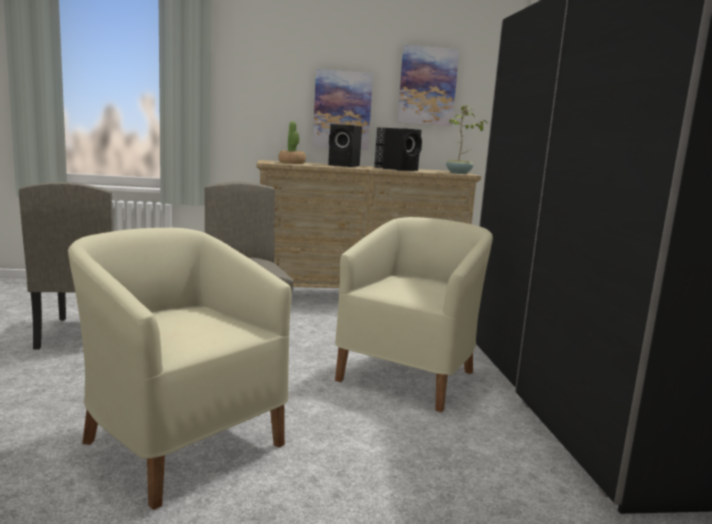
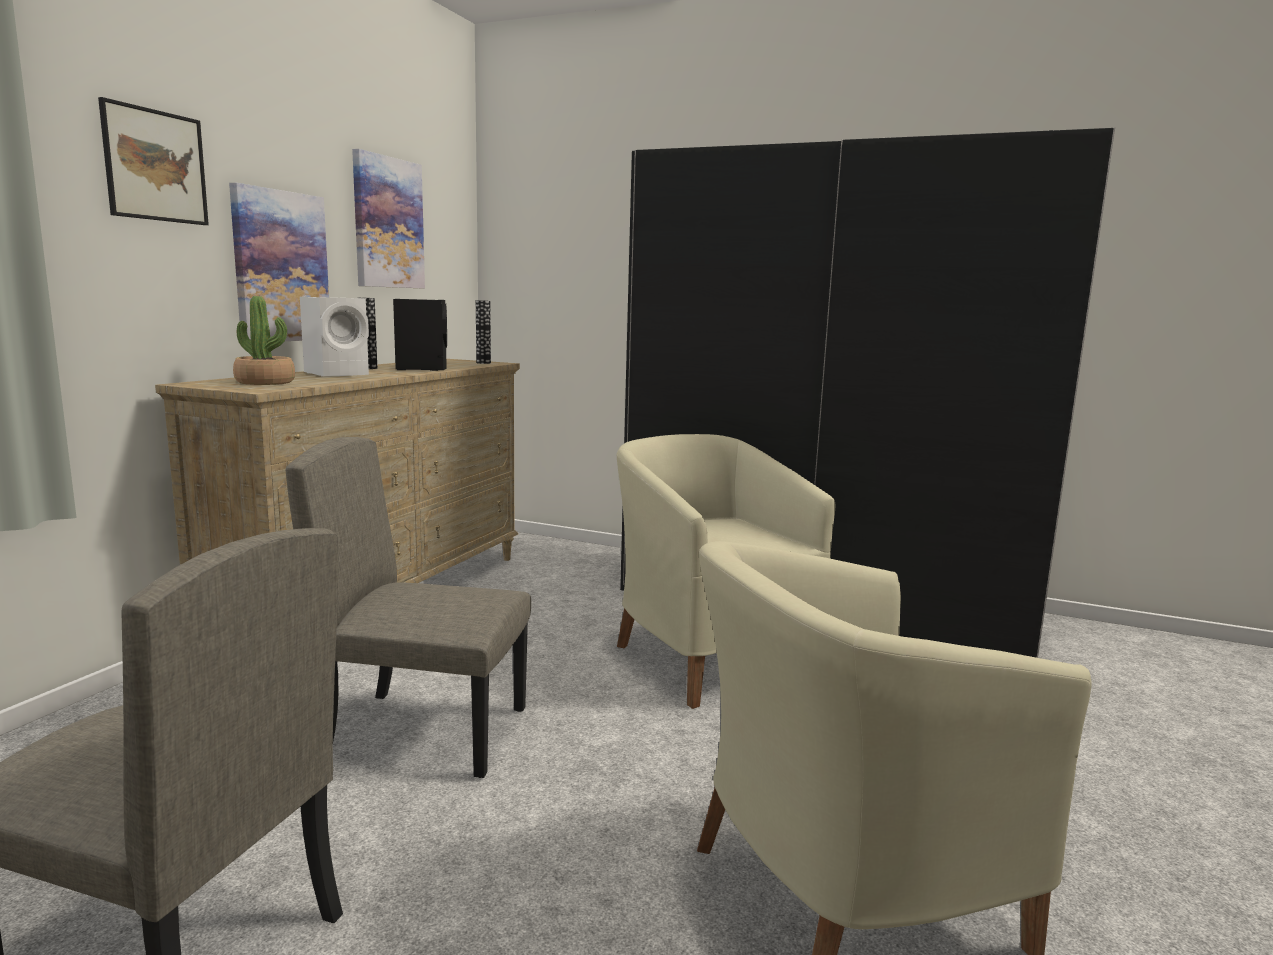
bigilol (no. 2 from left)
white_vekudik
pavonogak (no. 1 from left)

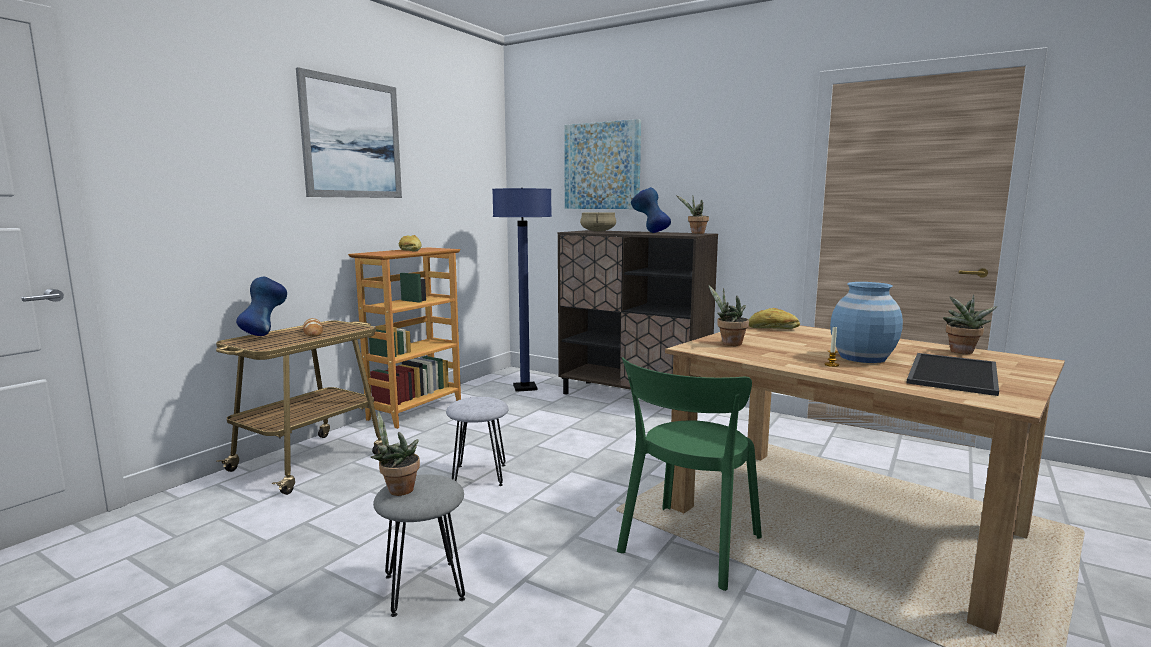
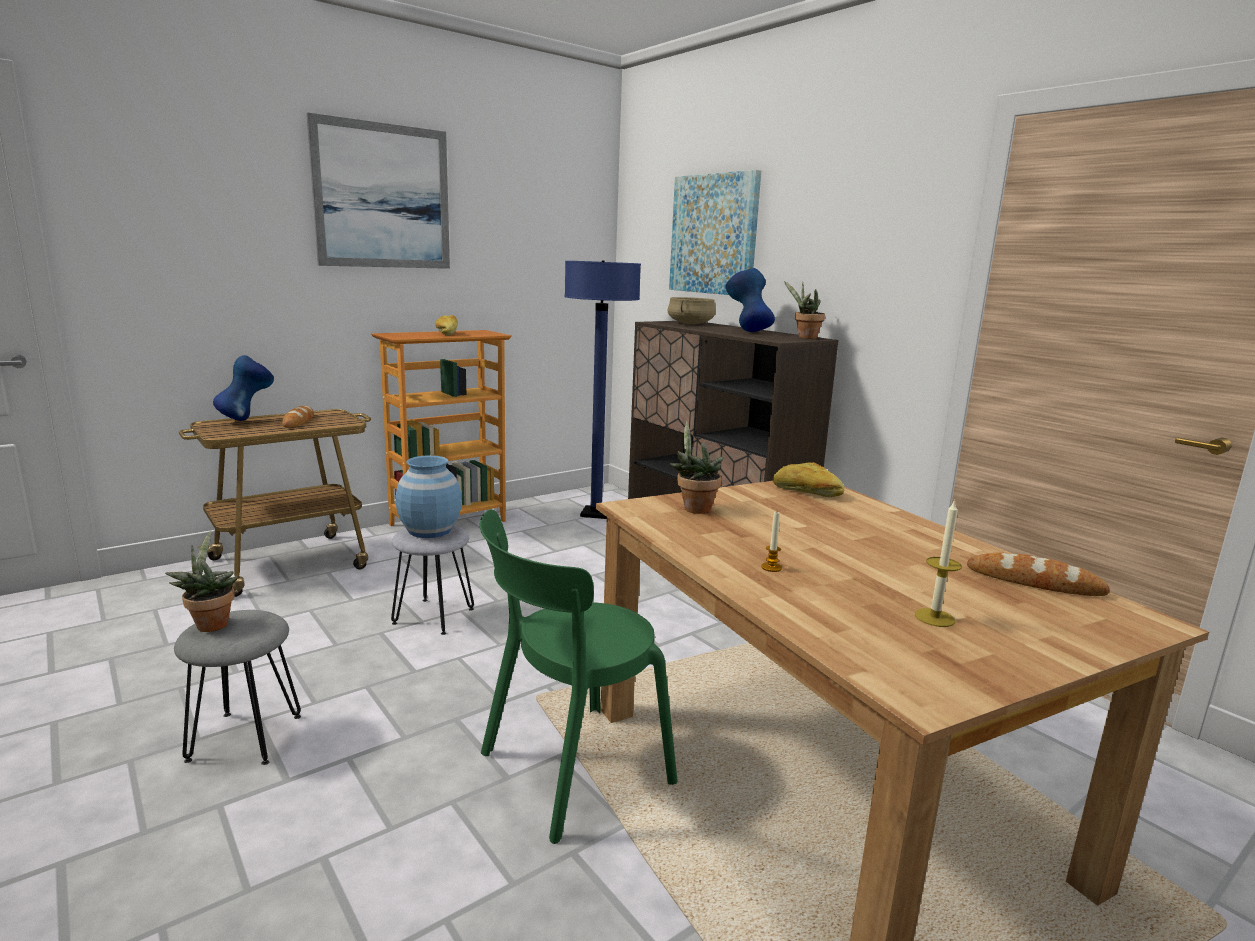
blue_bigilol (no. 2 from left)
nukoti (no. 4 from left)
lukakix (no. 2 from left)

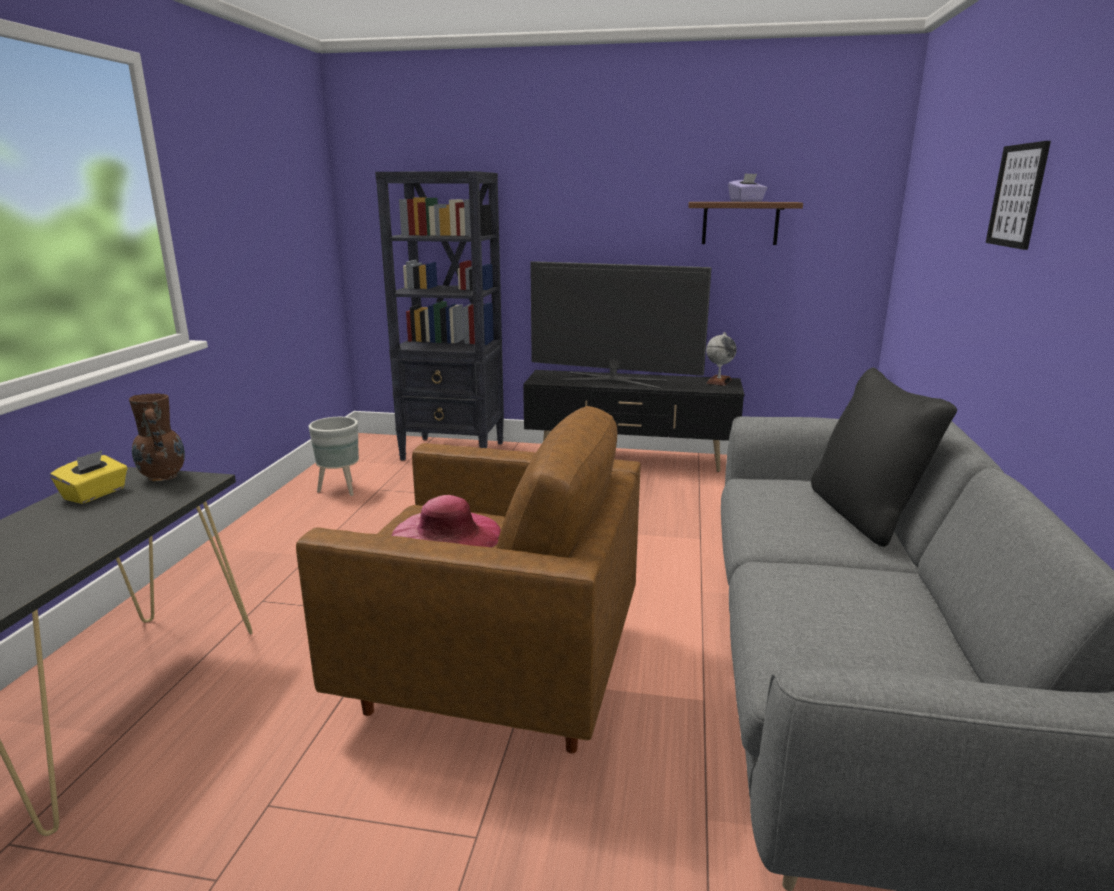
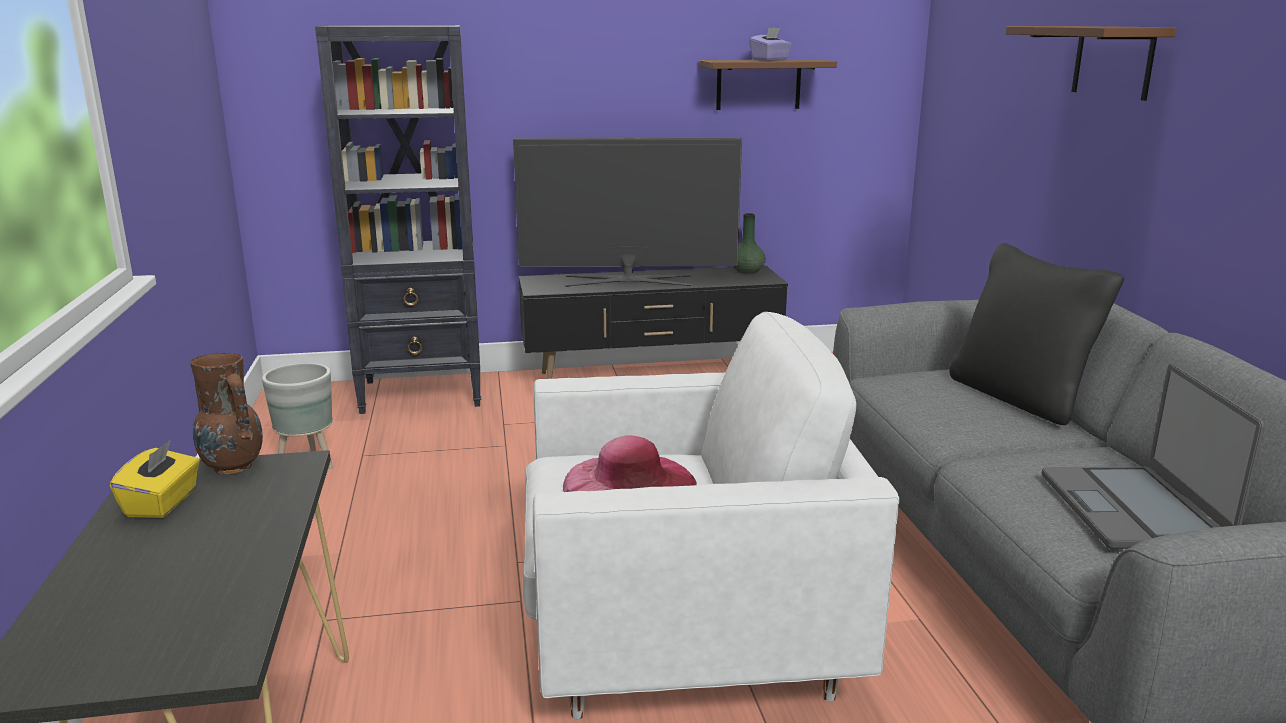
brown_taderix (no. 2 from left)
green_bigilol
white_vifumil
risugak

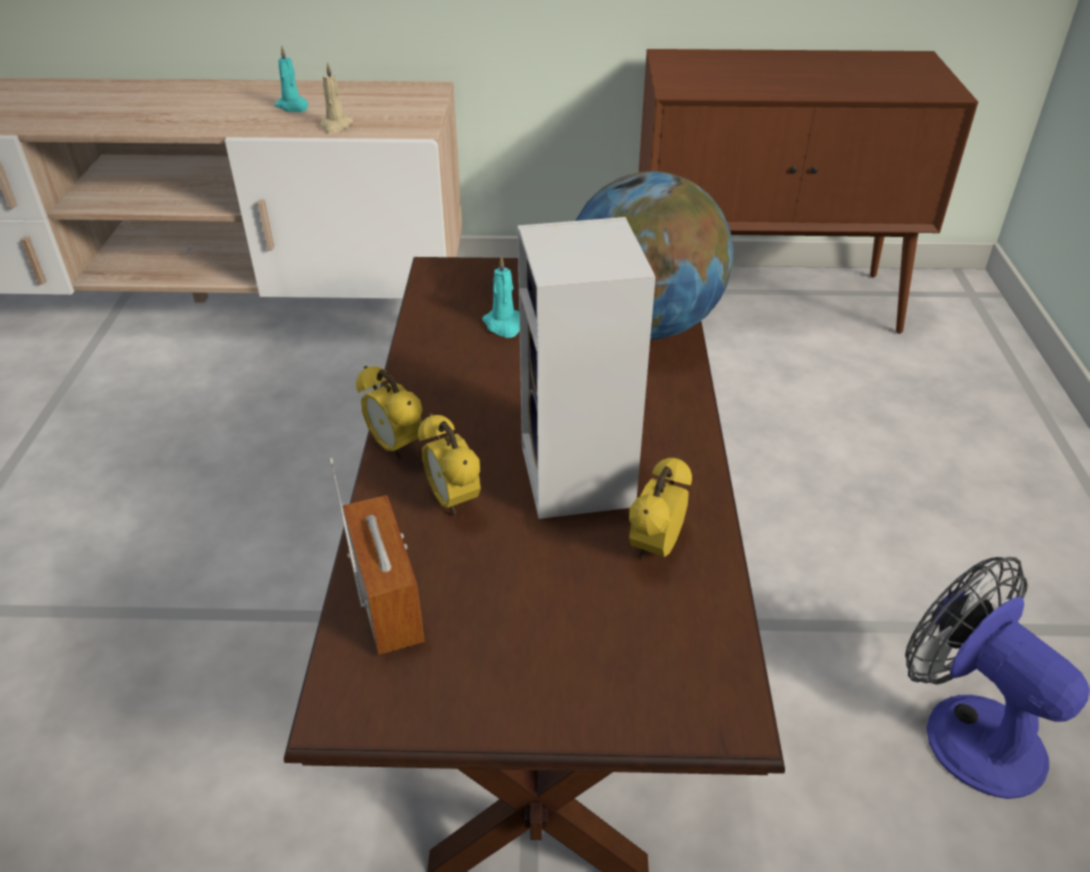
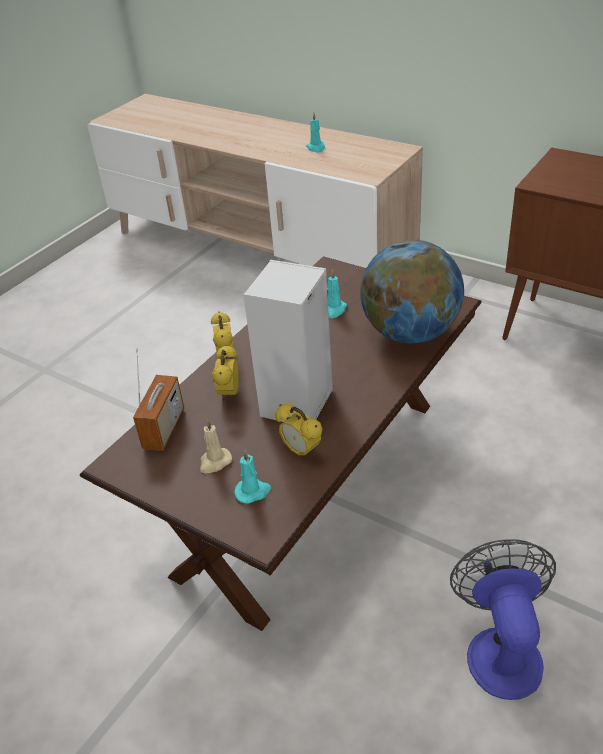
beige_lukakix
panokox (no. 3 from left)
turquoise_lukakix (no. 1 from left)

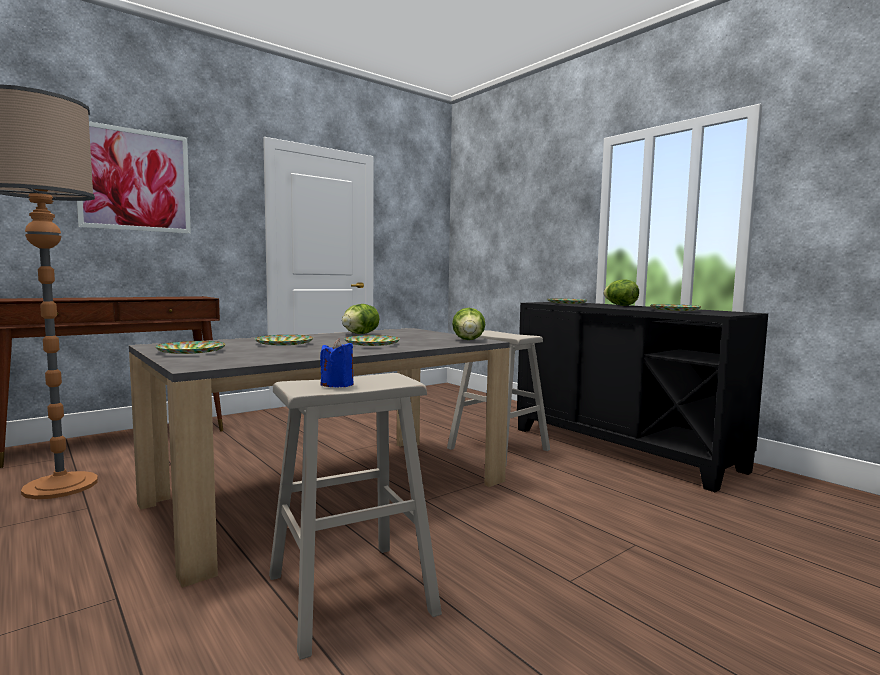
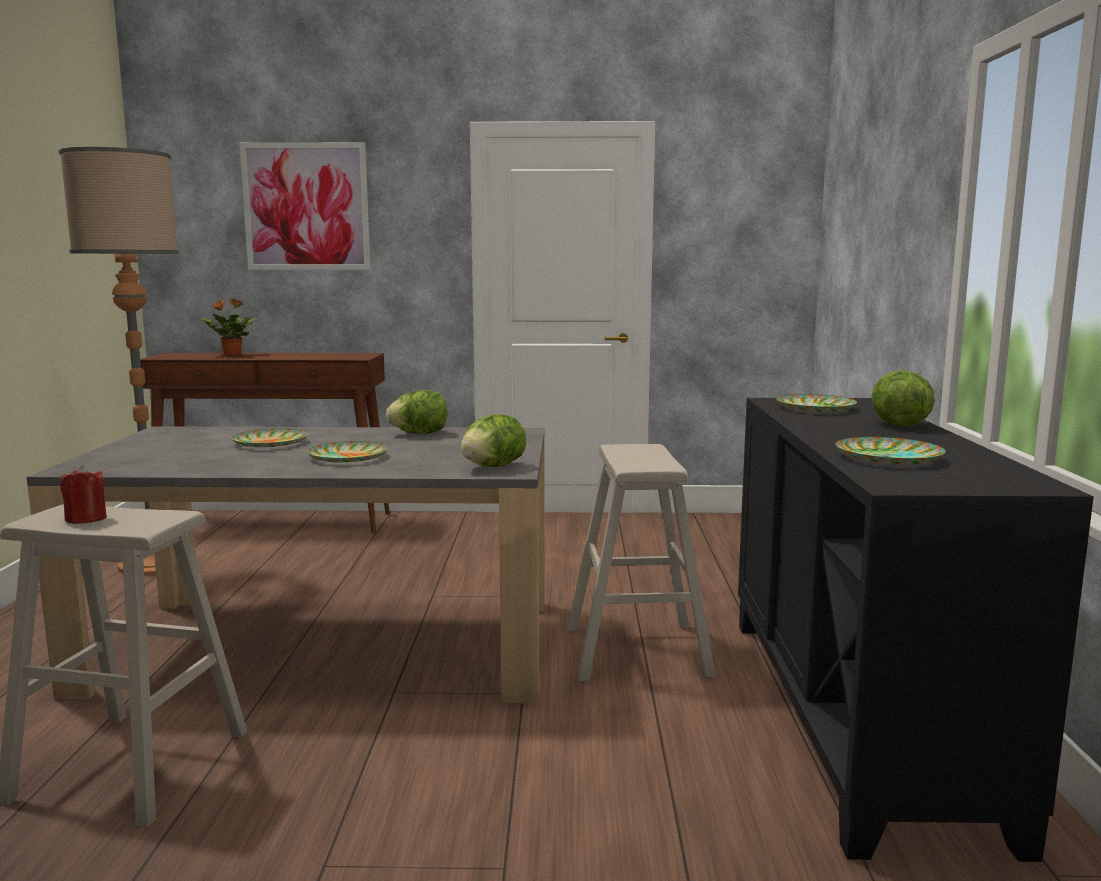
red_lukakix
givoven (no. 1 from left in the first image)
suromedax

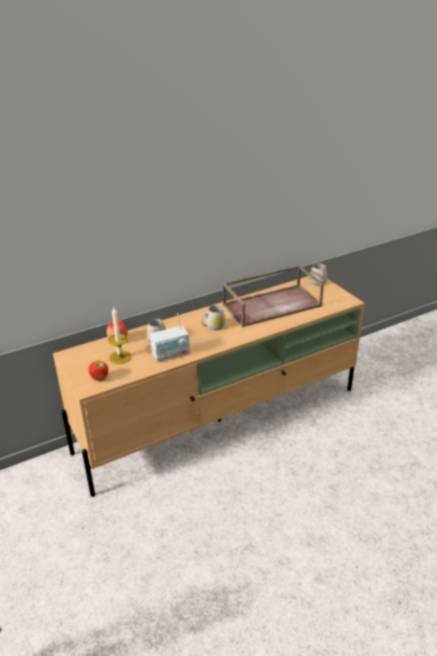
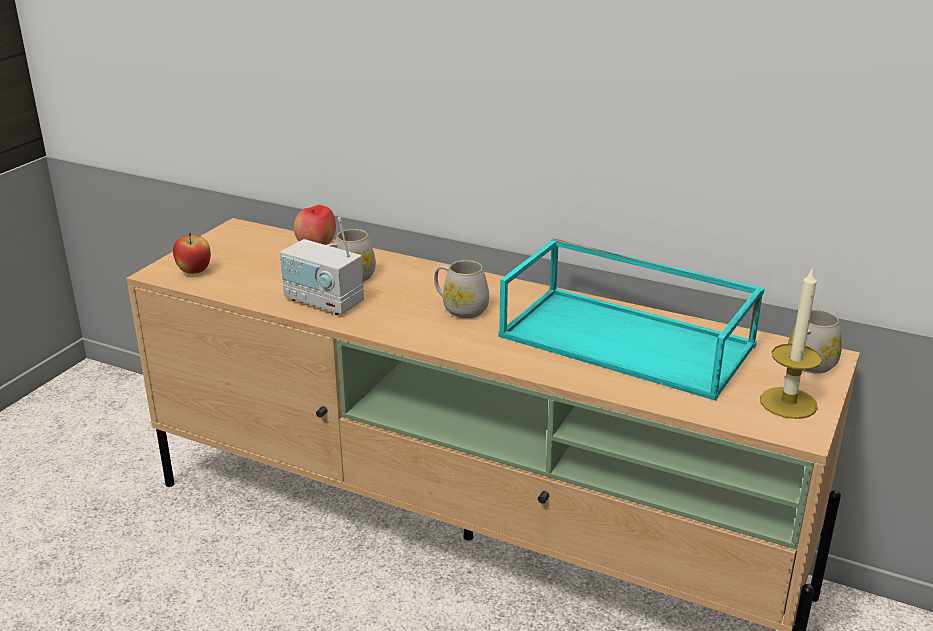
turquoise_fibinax
lukakix

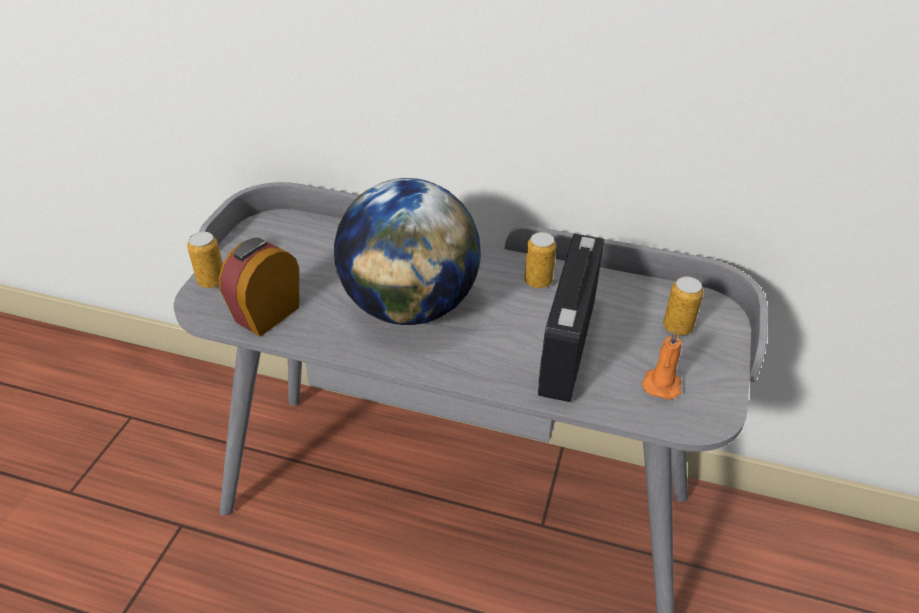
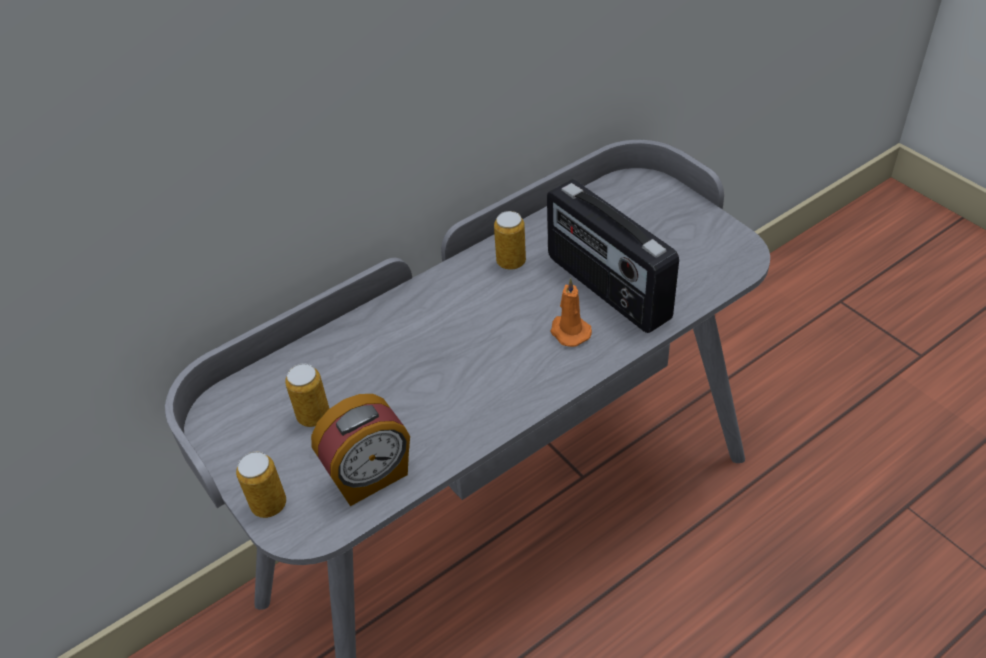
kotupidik
panokox
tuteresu (no. 2 from left)
orange_lukakix

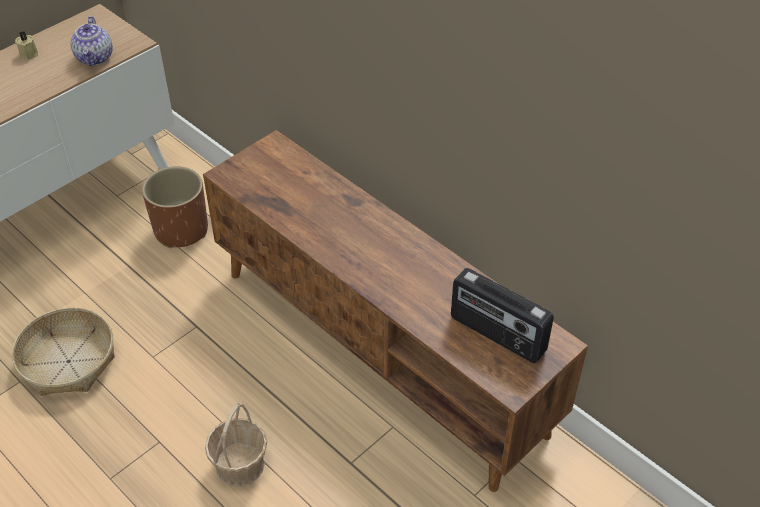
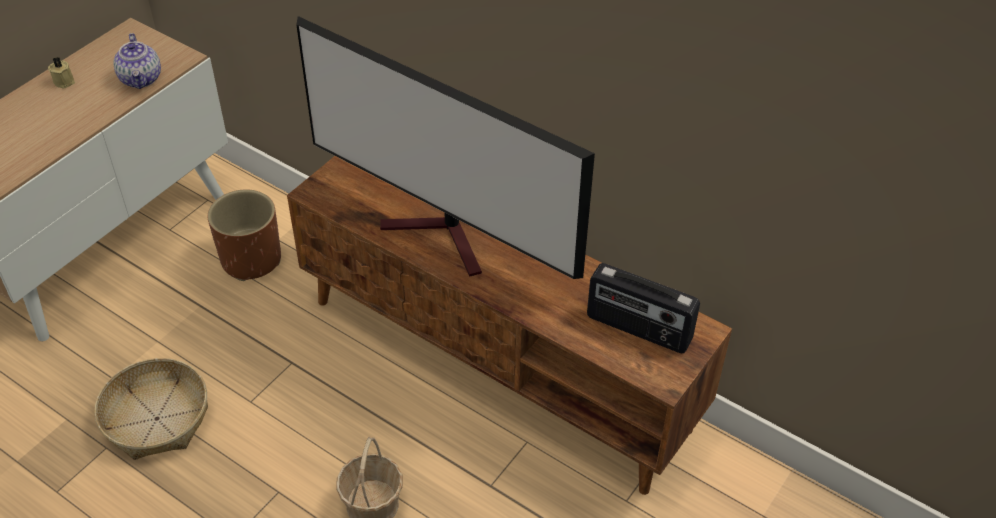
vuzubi

